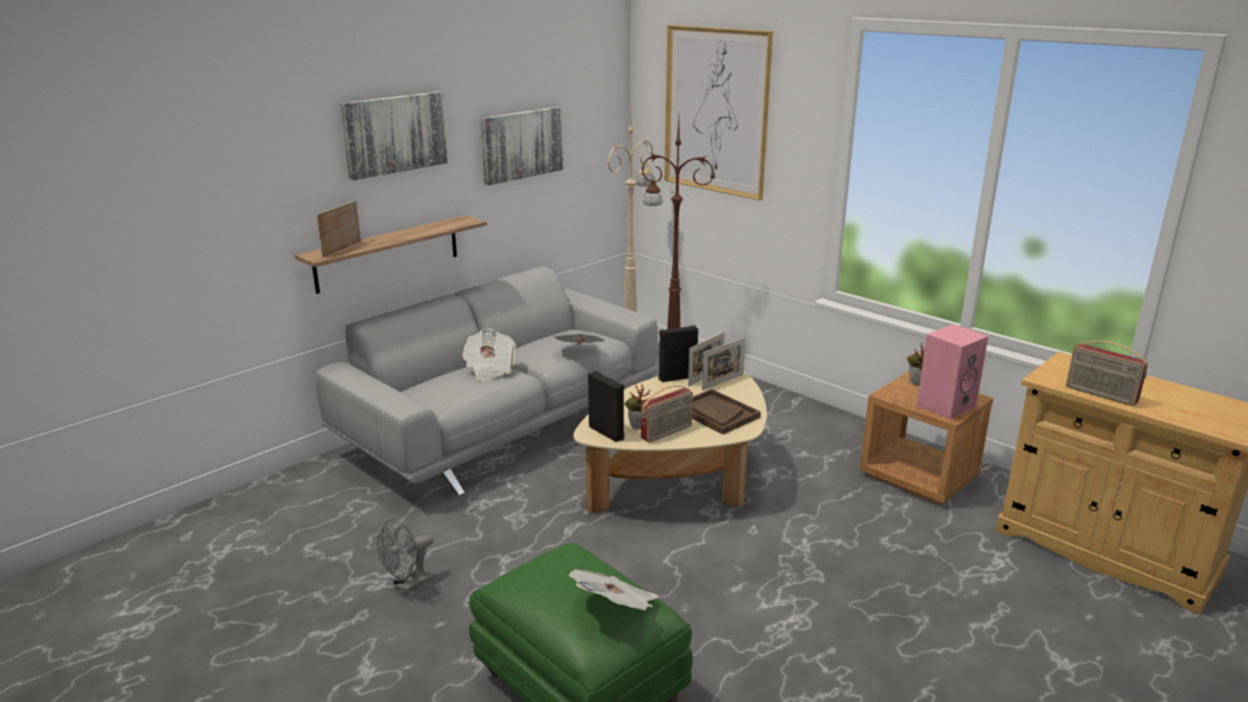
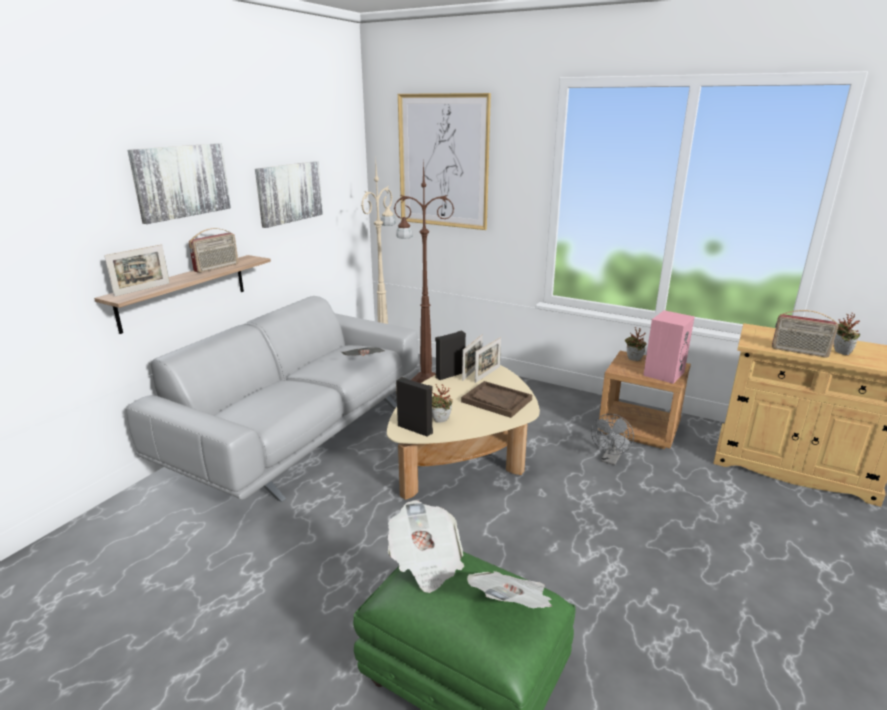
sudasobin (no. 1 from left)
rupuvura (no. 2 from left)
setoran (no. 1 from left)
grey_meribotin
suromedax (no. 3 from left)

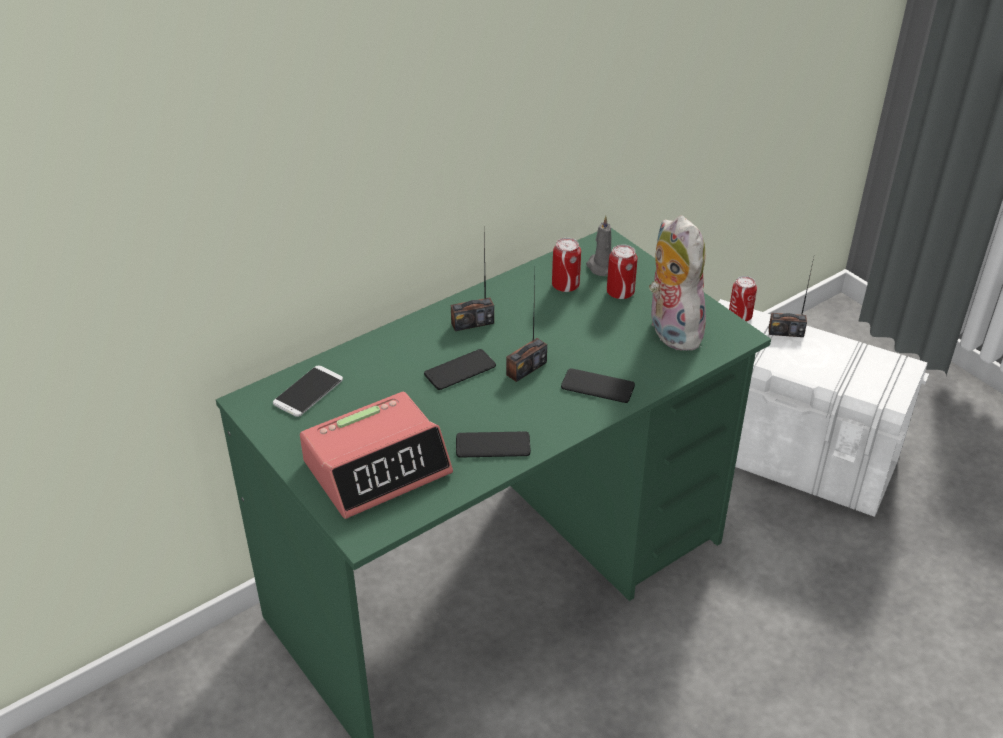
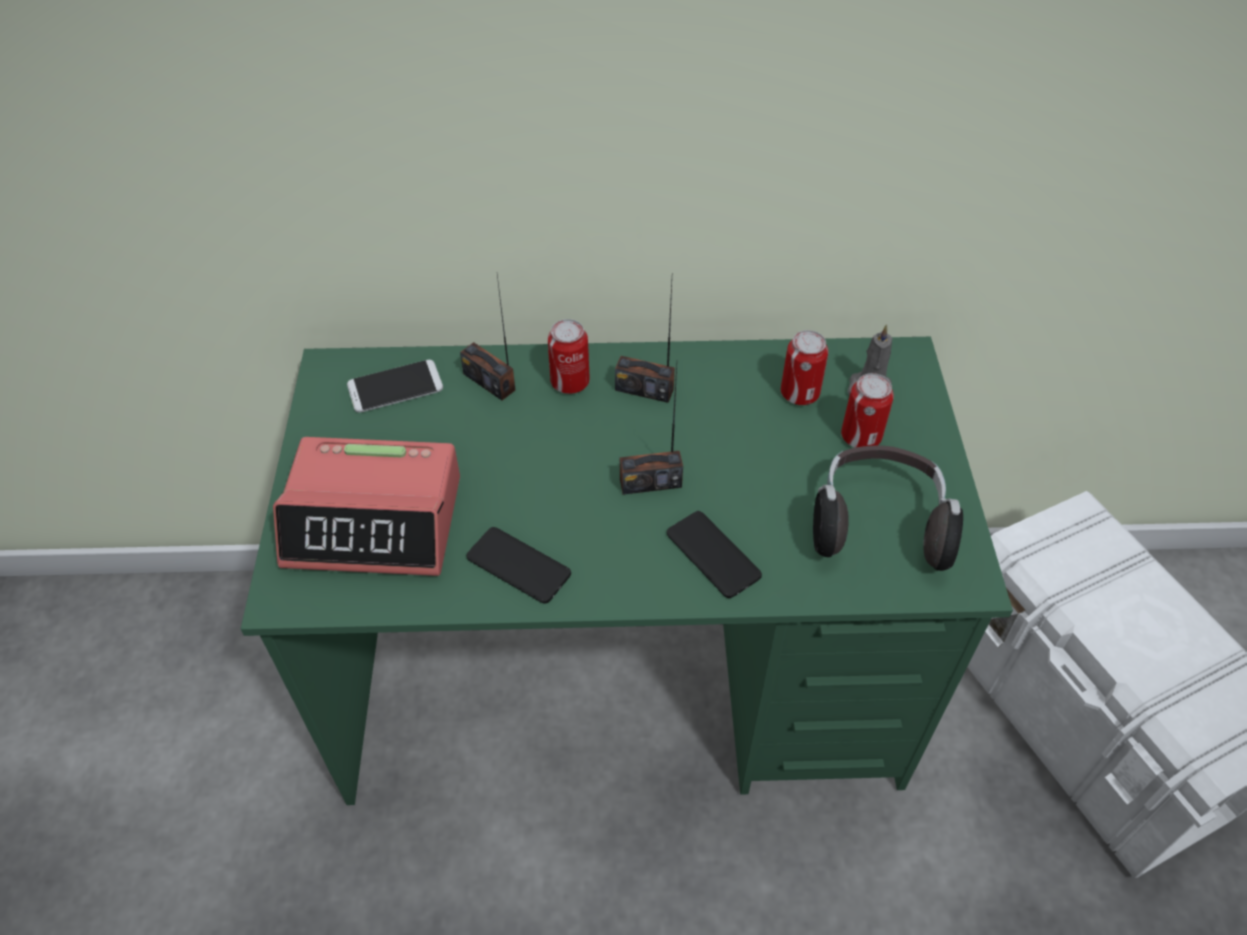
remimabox
setoran (no. 1 from left)
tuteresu (no. 1 from left)
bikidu (no. 2 from left in the first image)

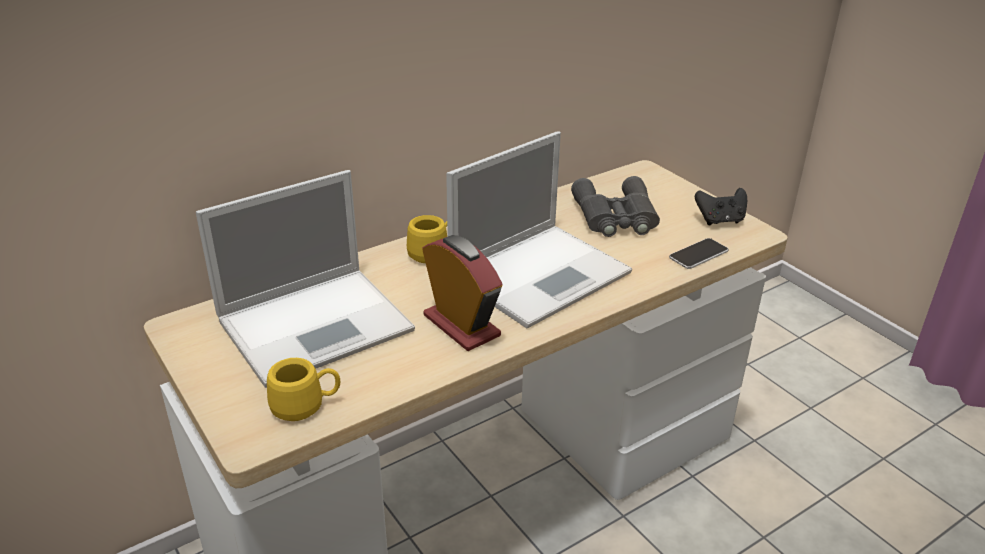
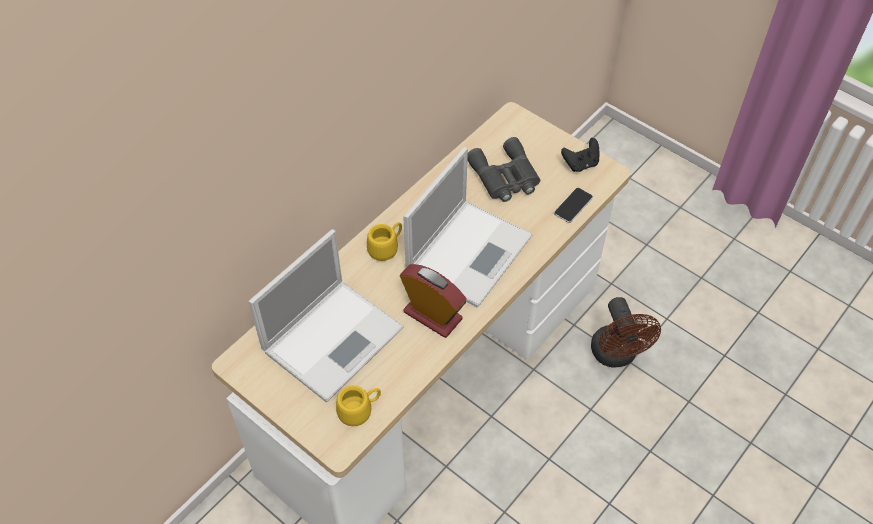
brown_meribotin

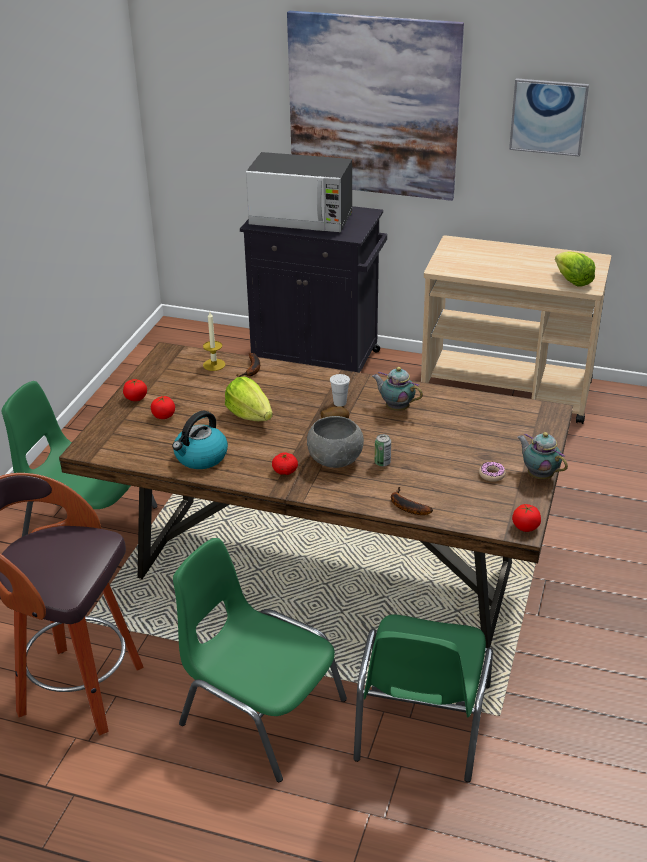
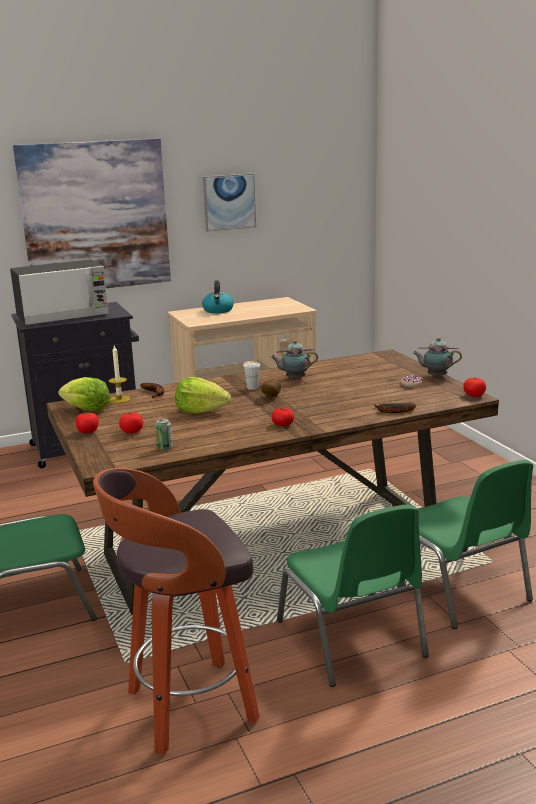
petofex (no. 1 from left)
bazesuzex
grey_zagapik
tuteresu
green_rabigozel (no. 2 from left)

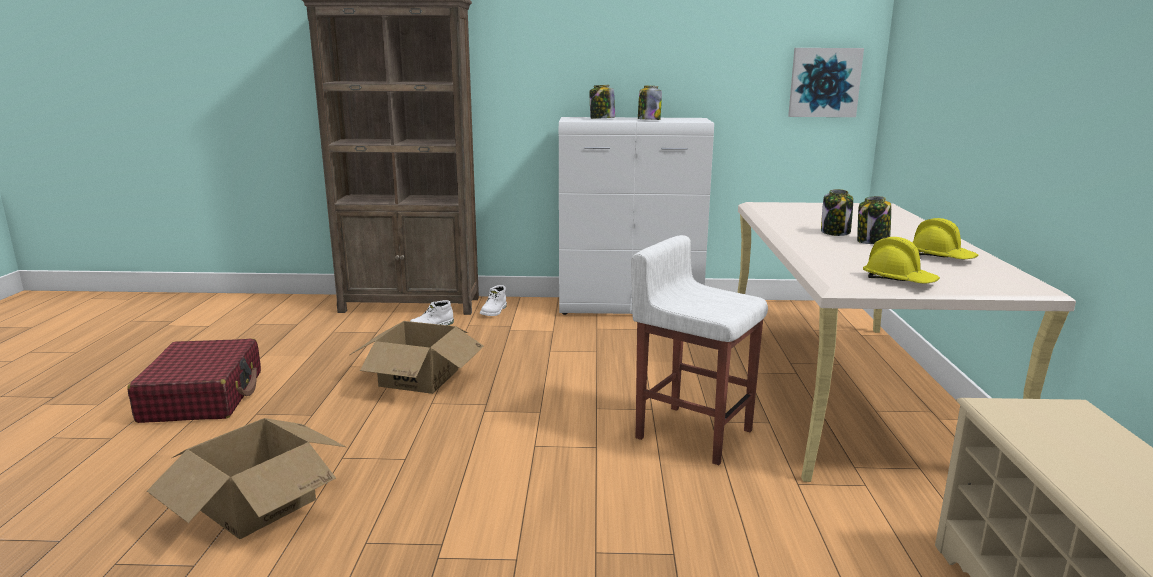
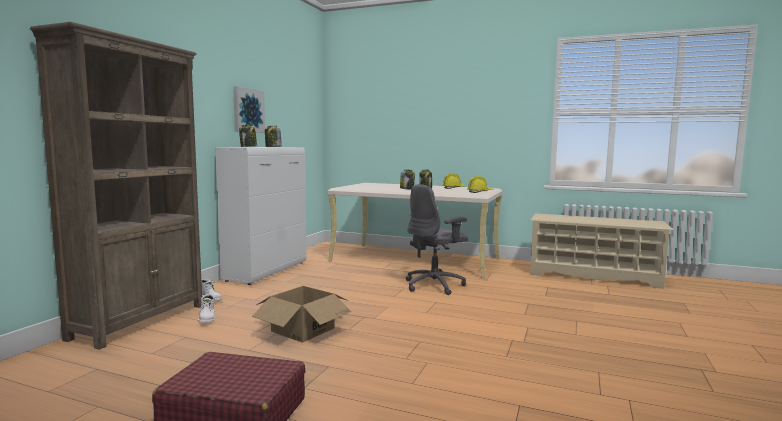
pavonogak
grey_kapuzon
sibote (no. 1 from left in the first image)

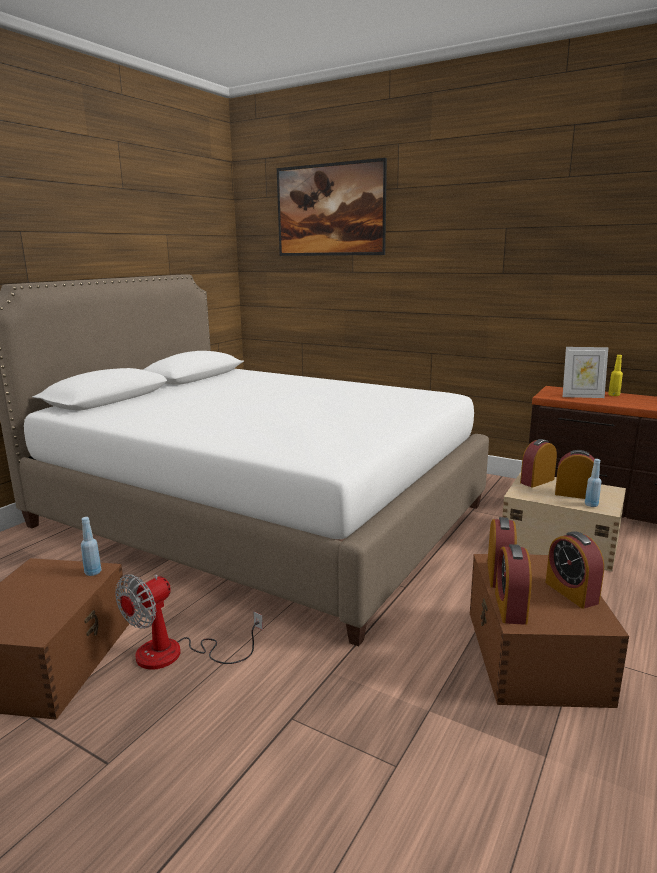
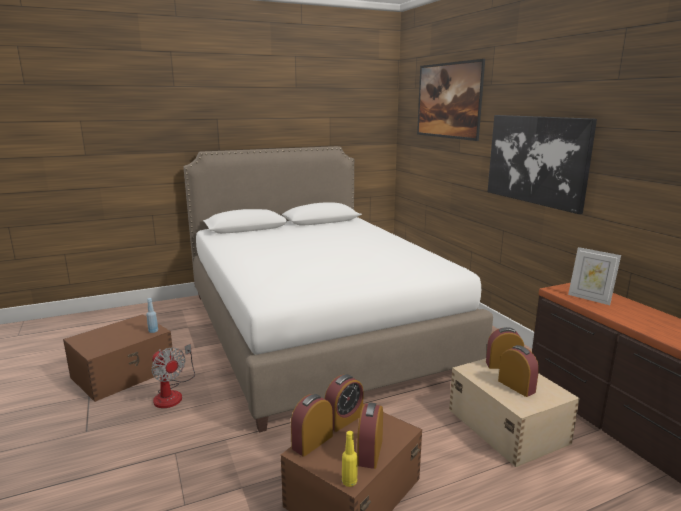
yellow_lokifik
blue_lokifik (no. 2 from left in the first image)
meribotin
pavonogak (no. 2 from left)

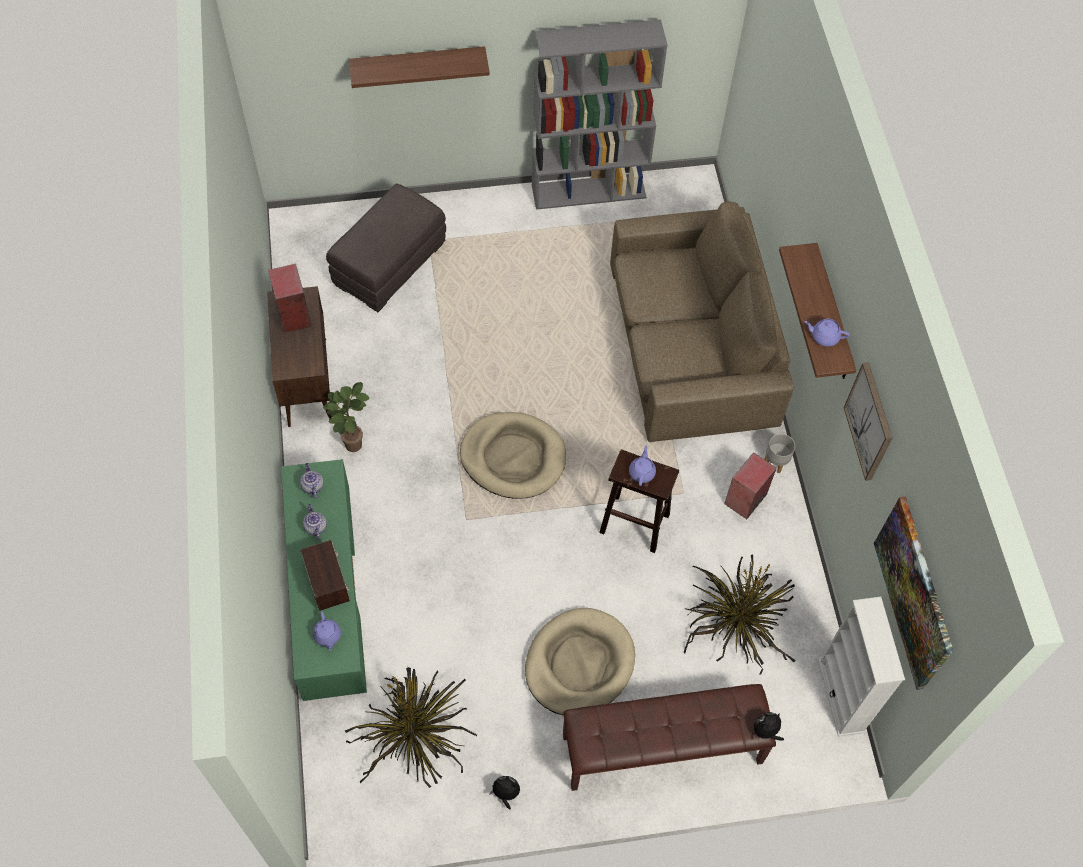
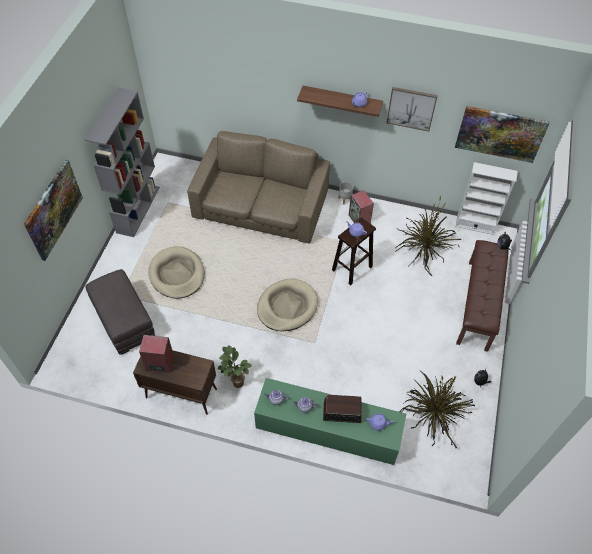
pavonogak (no. 1 from left)
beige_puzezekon (no. 1 from left)

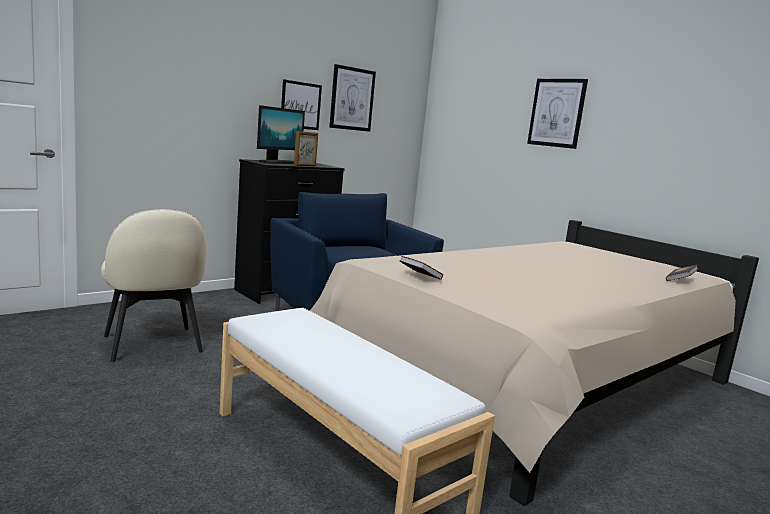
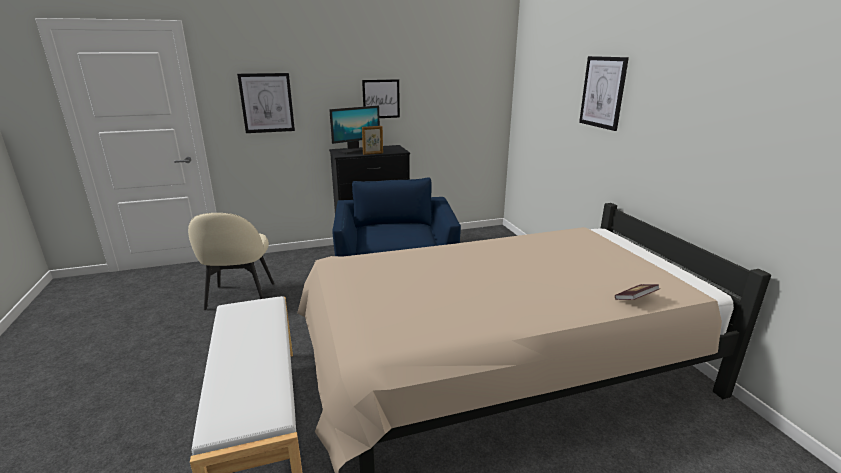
pavonogak (no. 1 from left)
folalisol (no. 1 from left in the first image)

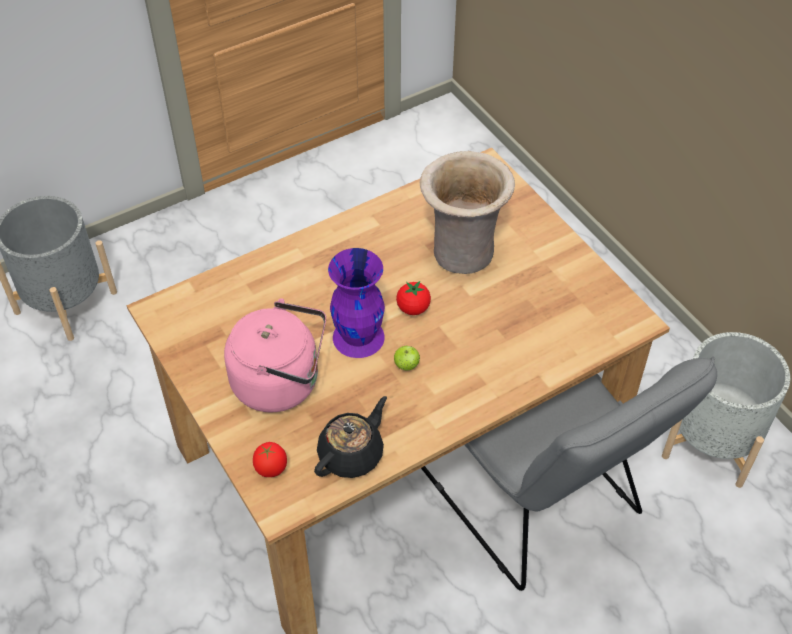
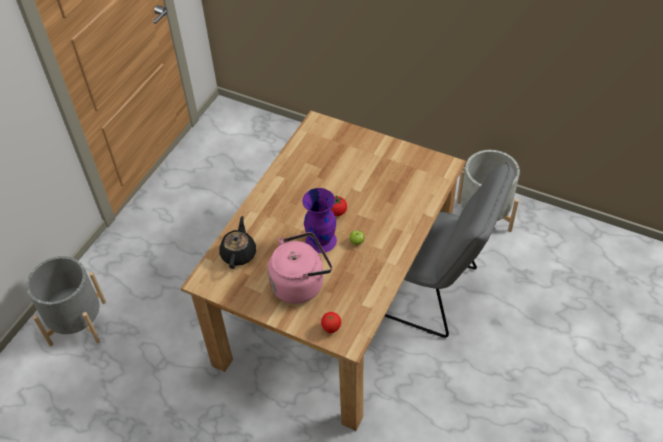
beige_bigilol
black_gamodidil

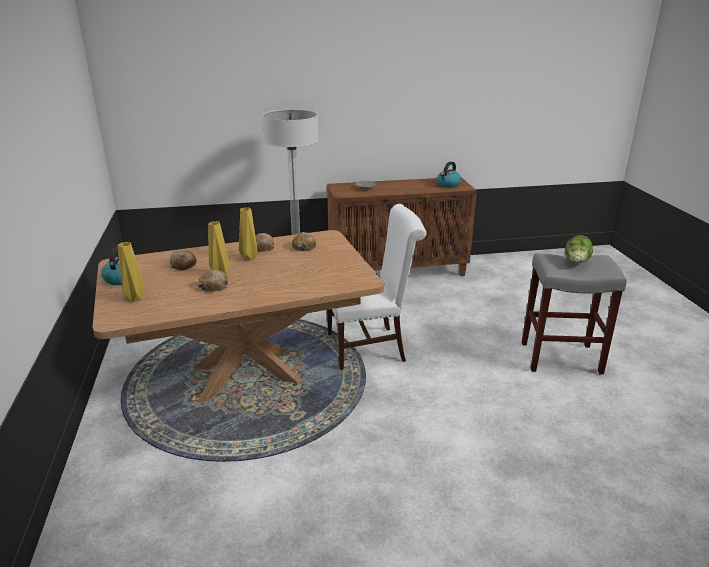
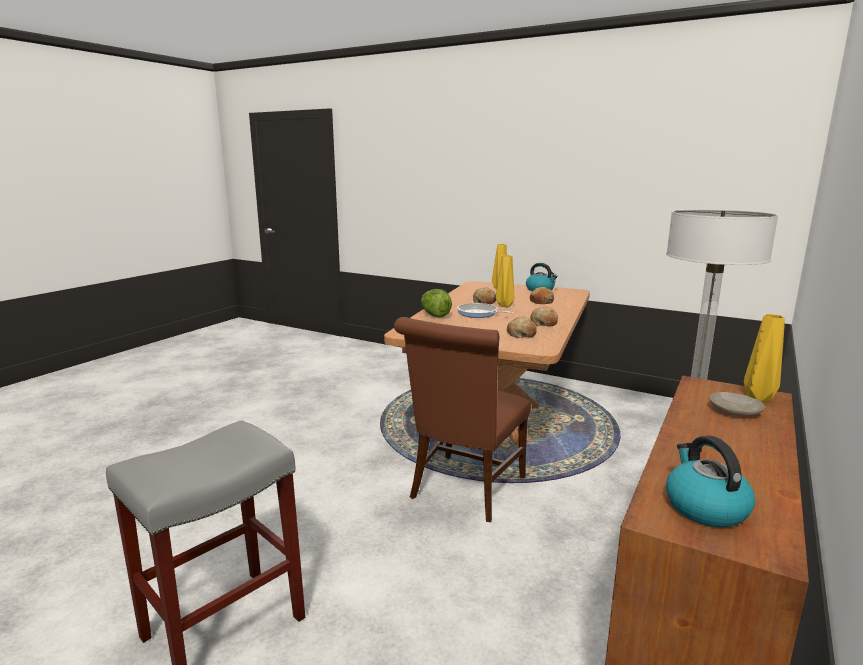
brown_rabigozel
yellow_bigilol (no. 3 from left)
petofex
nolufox

